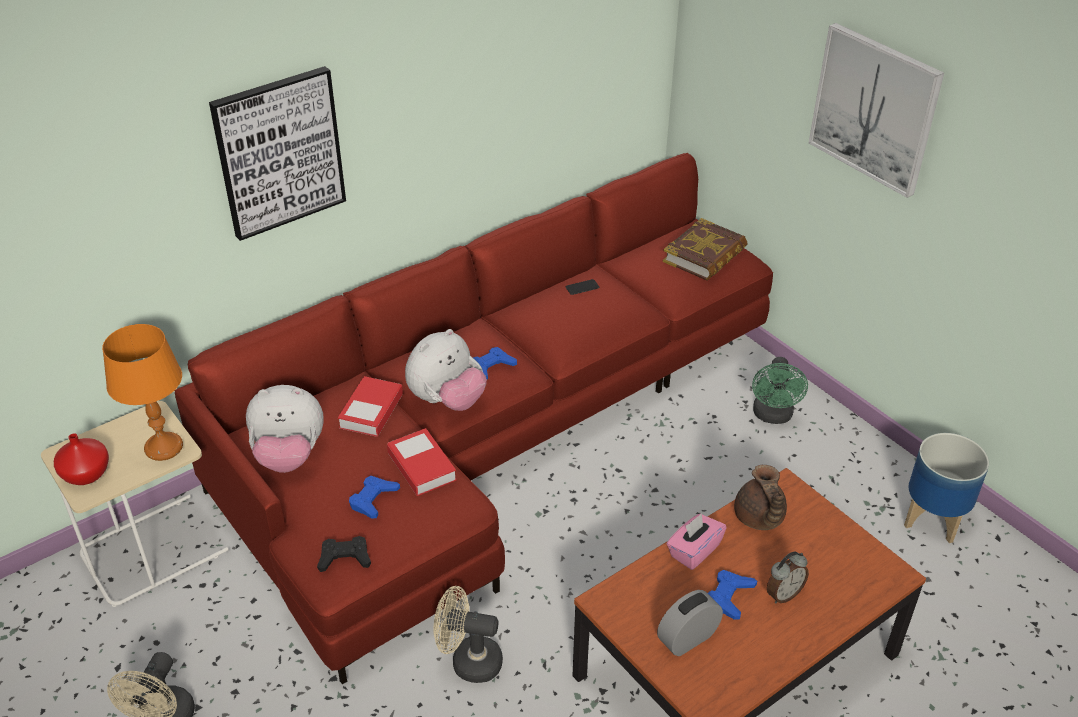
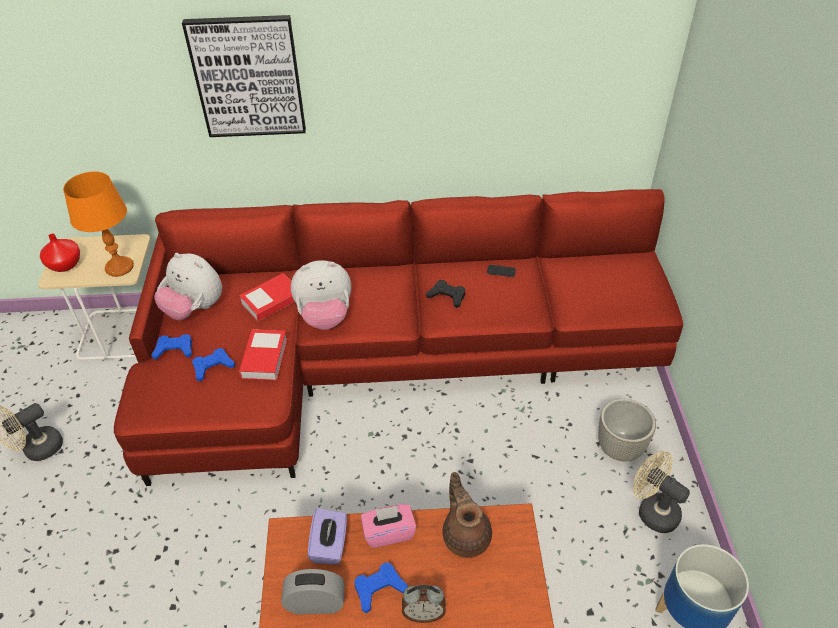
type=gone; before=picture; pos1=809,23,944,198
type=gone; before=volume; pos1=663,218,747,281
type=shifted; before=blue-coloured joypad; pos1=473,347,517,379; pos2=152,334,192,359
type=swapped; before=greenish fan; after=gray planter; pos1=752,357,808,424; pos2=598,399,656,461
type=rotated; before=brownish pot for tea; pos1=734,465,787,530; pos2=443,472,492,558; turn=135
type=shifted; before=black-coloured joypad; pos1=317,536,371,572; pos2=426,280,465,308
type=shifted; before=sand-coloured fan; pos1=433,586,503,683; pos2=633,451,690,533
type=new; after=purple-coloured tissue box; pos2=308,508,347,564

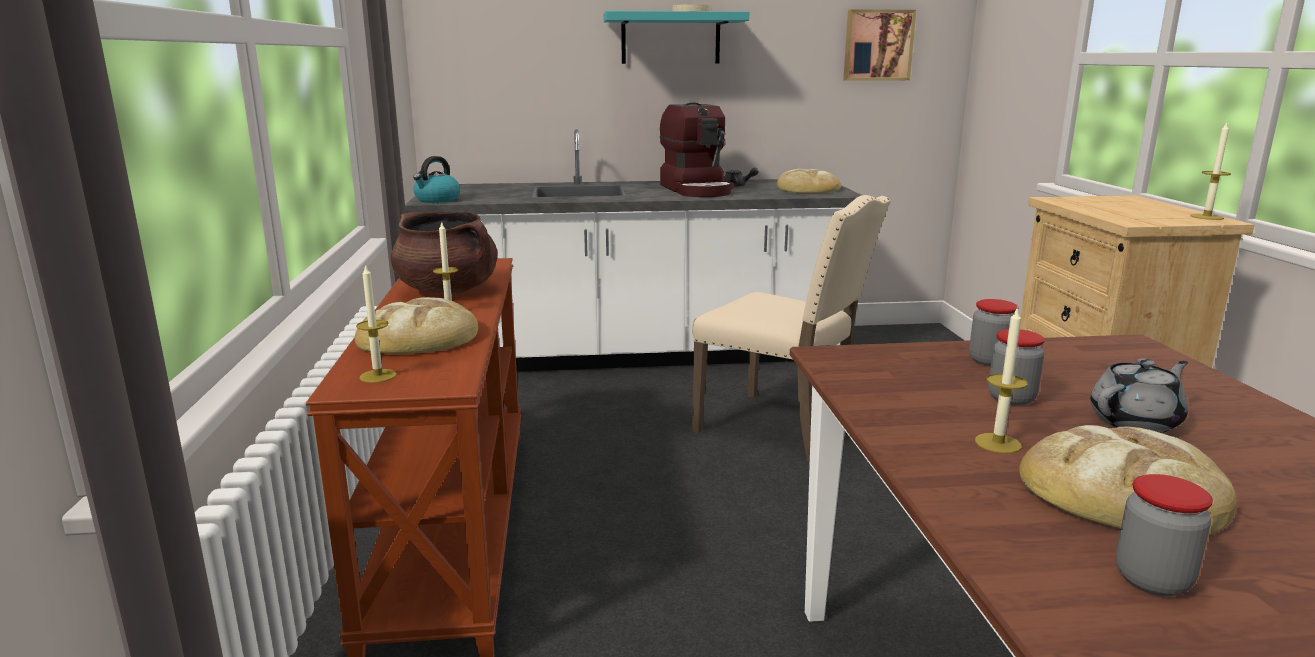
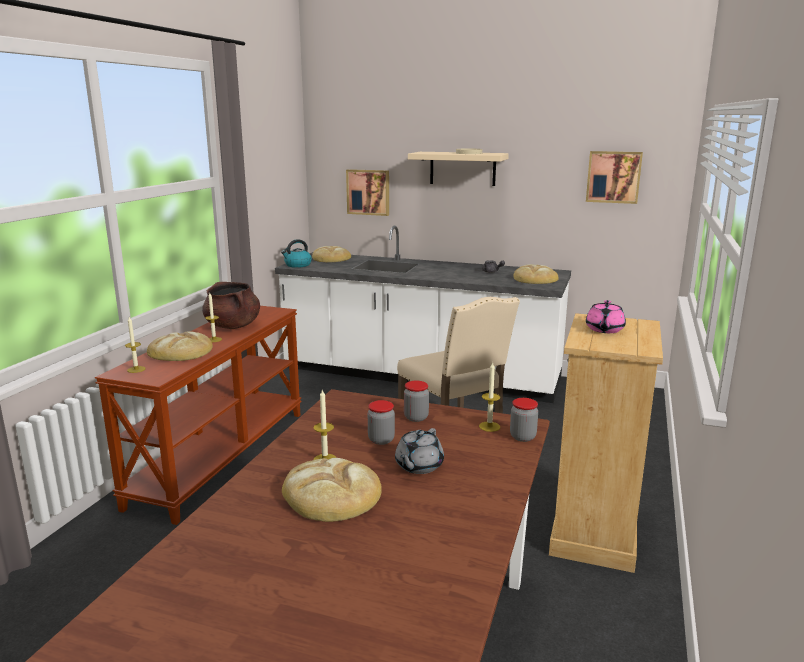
type=repainted; before=turquoise-coloured shelf; after=sand-coloured shelf; pos1=603,11,749,64; pos2=408,152,509,186
type=gone; before=coffee machine; pos1=660,103,733,197
type=shifted; before=candle; pos1=1190,123,1231,220; pos2=479,362,500,432
type=rotated; before=gray pot for tea; pos1=1090,358,1188,433; pos2=395,428,444,474; turn=120
type=shifted; before=jar; pos1=1116,474,1213,596; pos2=510,398,538,442
type=new; after=picture; pos2=346,169,389,216
type=new; after=bakery bread; pos2=312,246,351,262
type=new; after=pink-coloured pot for tea; pos2=586,300,626,333

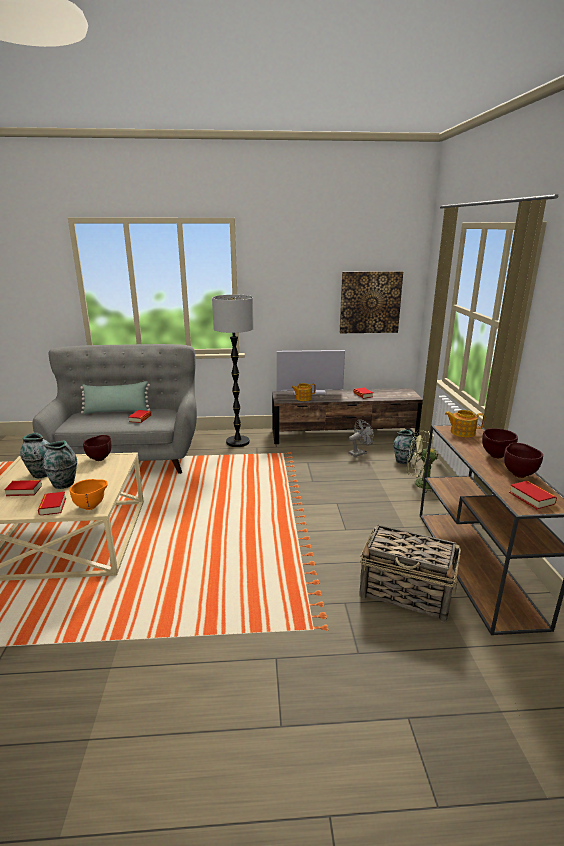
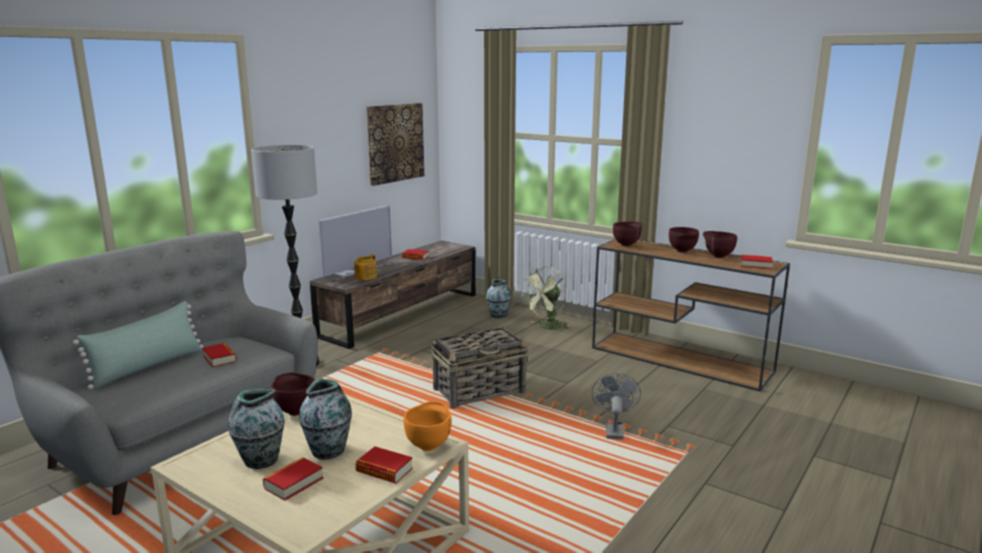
type=swapped; before=pot for tea; after=brownish bowl; pos1=445,410,485,437; pos2=613,221,642,247
type=shifted; before=gray fan; pos1=349,420,374,457; pos2=592,373,641,440
type=shifted; before=household basket; pos1=359,525,461,622; pos2=431,327,528,409

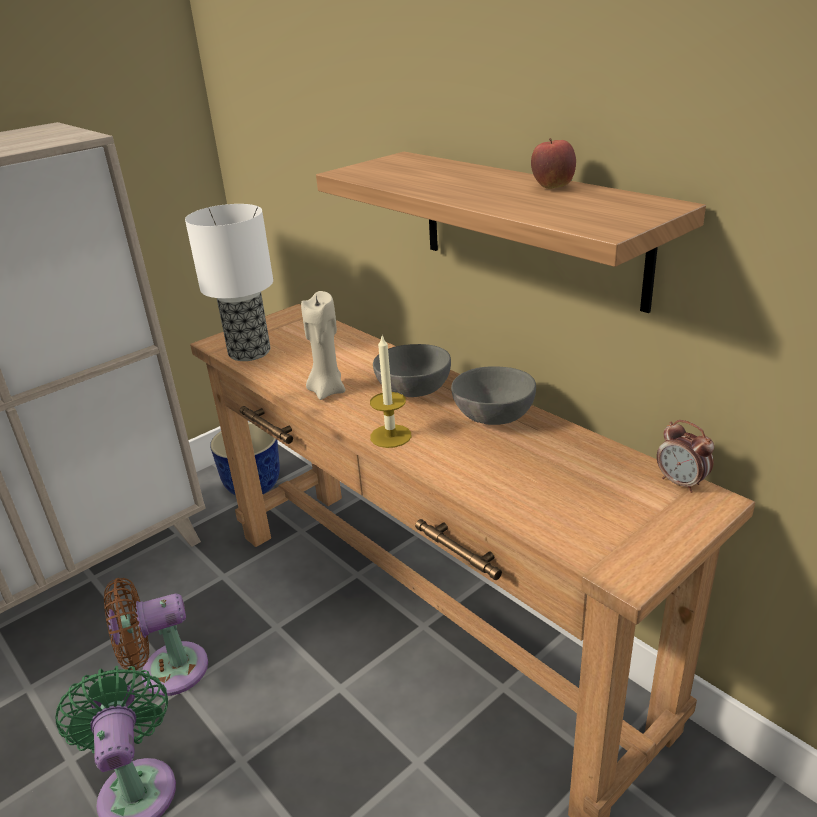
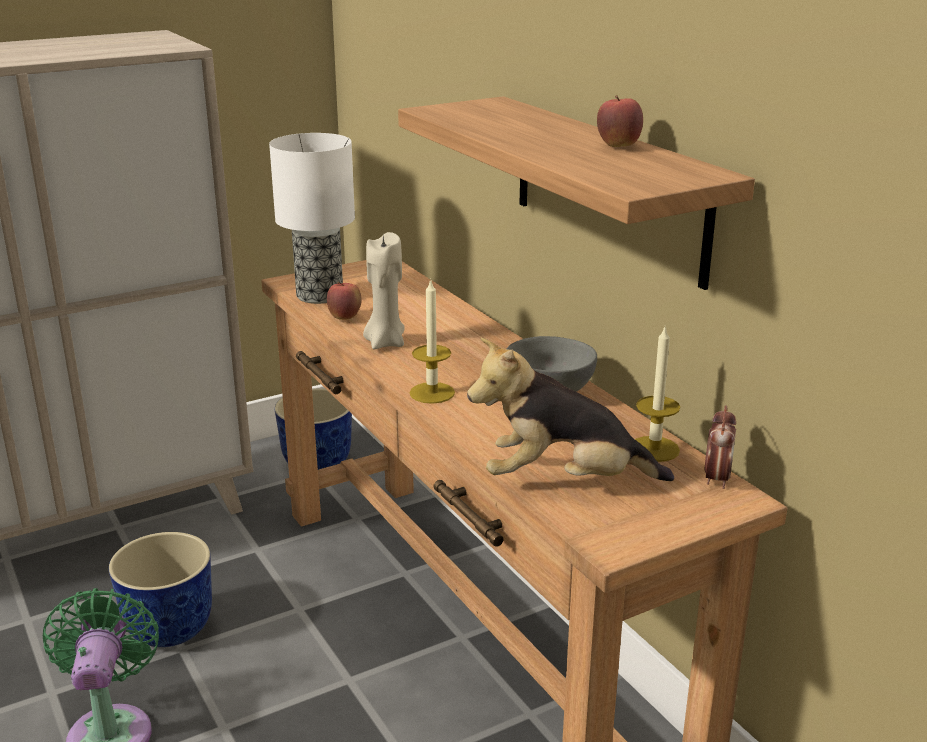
type=gone; before=gray bowl; pos1=373,344,451,397
type=rotated; before=alarm clock; pos1=657,420,714,493; pos2=704,405,736,489; turn=-135
type=swapped; before=brownish fan; after=planter; pos1=104,578,208,696; pos2=109,532,212,647
type=new; after=apple; pos2=327,281,362,320
type=new; after=candle; pos2=635,327,680,462
type=new; after=cuddly toy; pos2=467,338,674,481

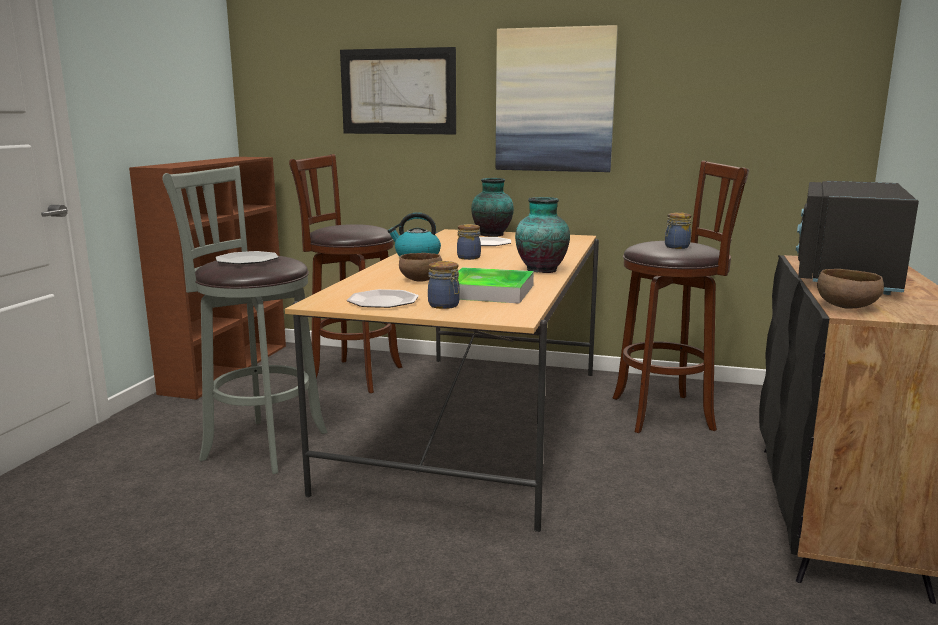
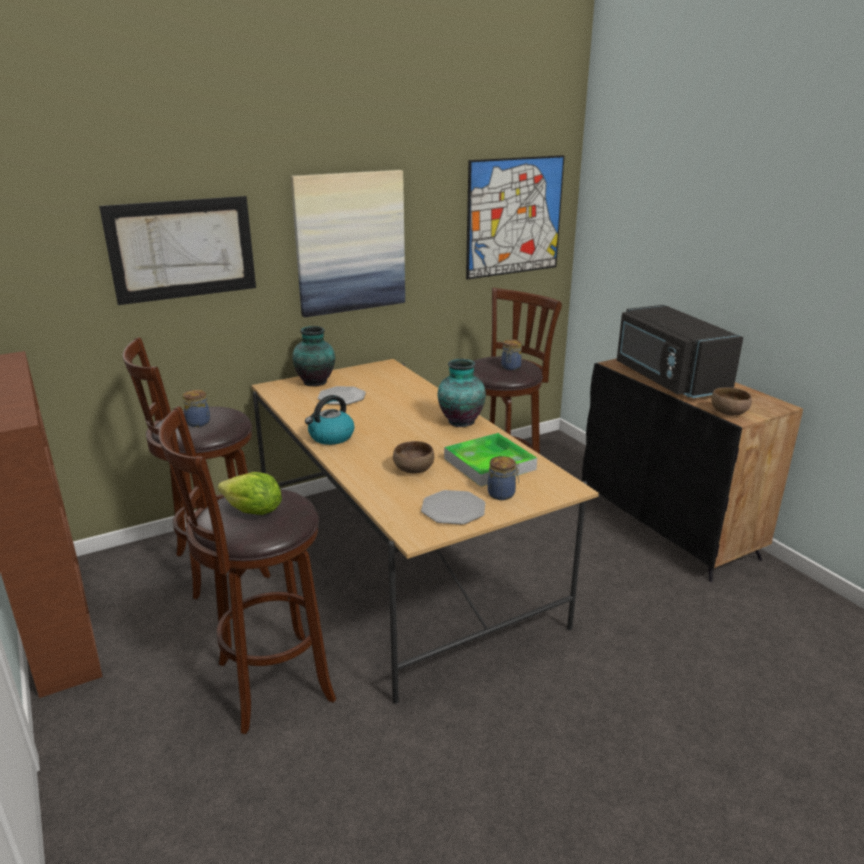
type=repainted; before=gray stool seat; after=brownish stool seat; pos1=162,166,328,474; pos2=158,406,336,734
type=shifted; before=jar; pos1=457,224,481,260; pos2=182,390,210,427
type=swapped; before=dinner plate; after=lettuce; pos1=216,251,278,264; pos2=218,472,282,515
type=new; after=picture; pos2=466,155,565,279

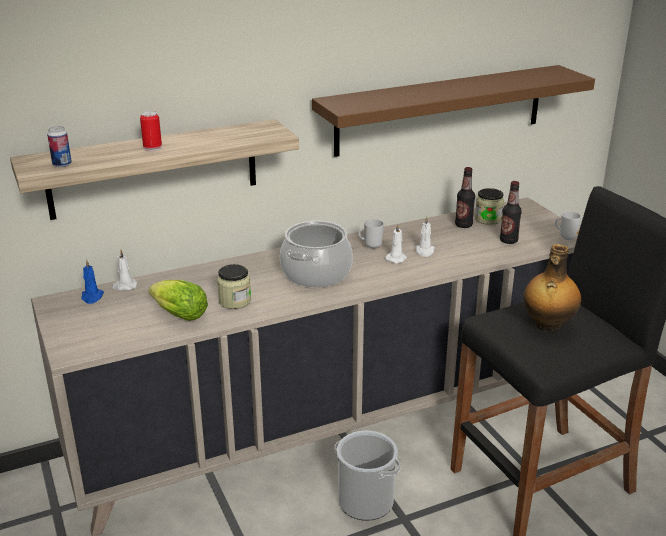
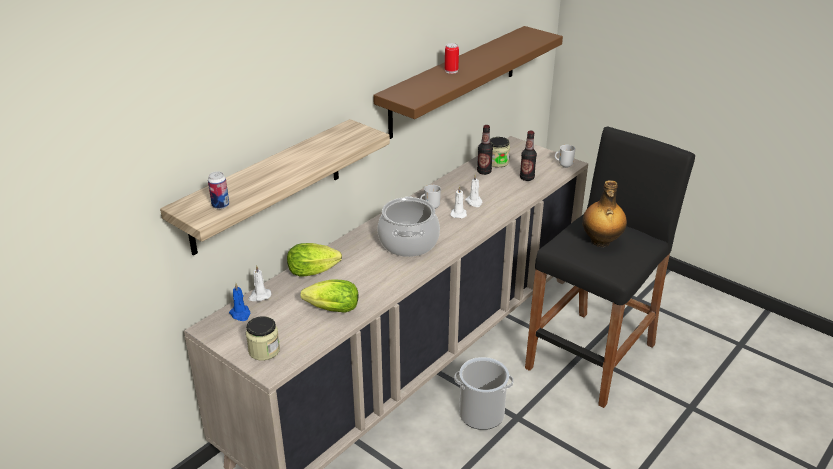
type=shifted; before=can; pos1=140,111,162,151; pos2=445,43,459,74
type=shifted; before=jar; pos1=217,264,251,309; pos2=246,316,280,361
type=new; after=lettuce; pos2=287,243,342,277

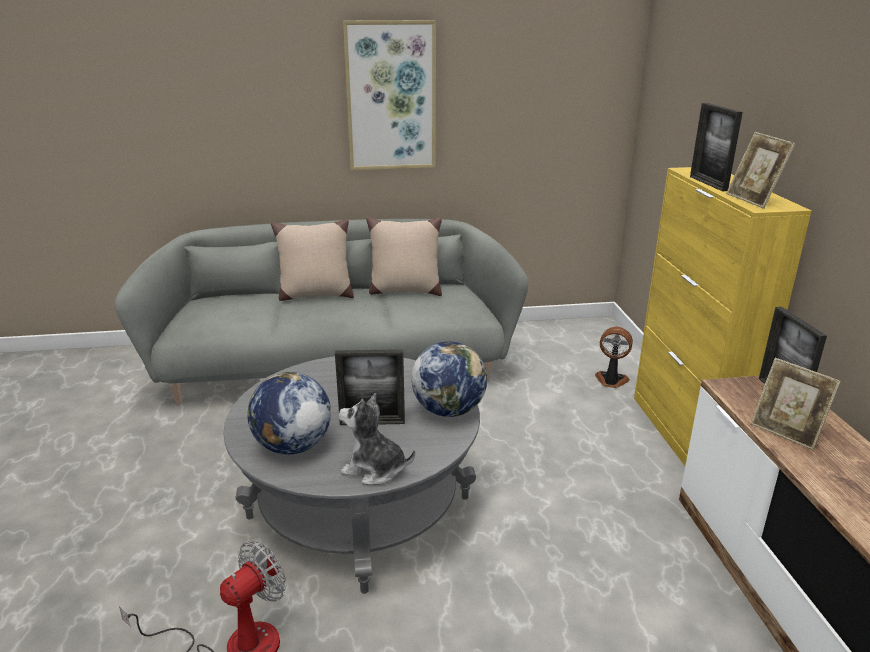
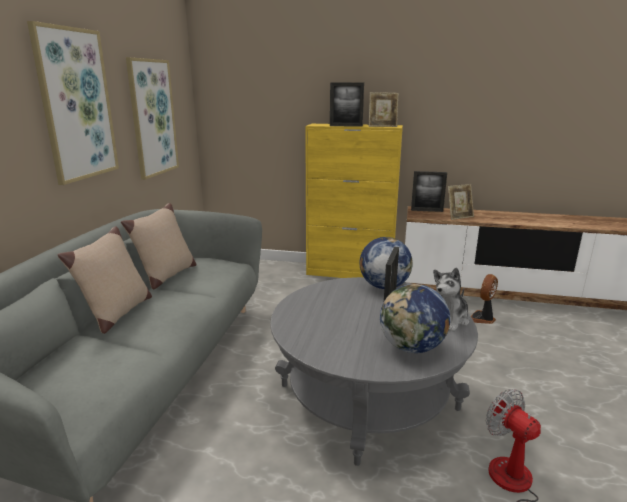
type=shifted; before=fan; pos1=595,327,633,388; pos2=471,274,498,324
type=new; after=picture; pos2=126,57,179,180

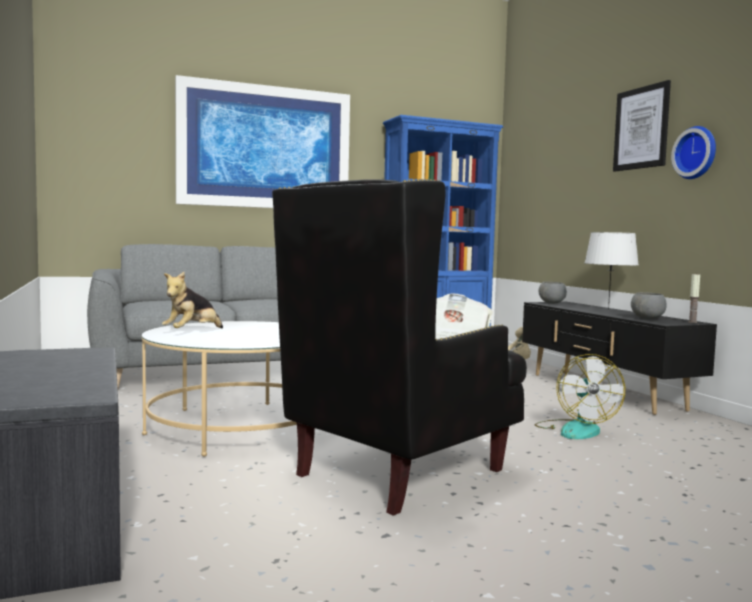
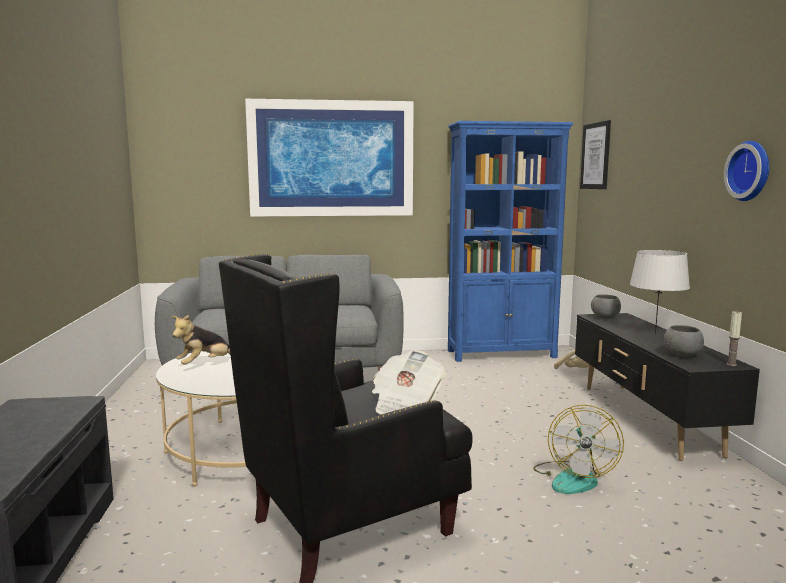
type=shifted; before=picture; pos1=613,80,671,171; pos2=580,120,611,189

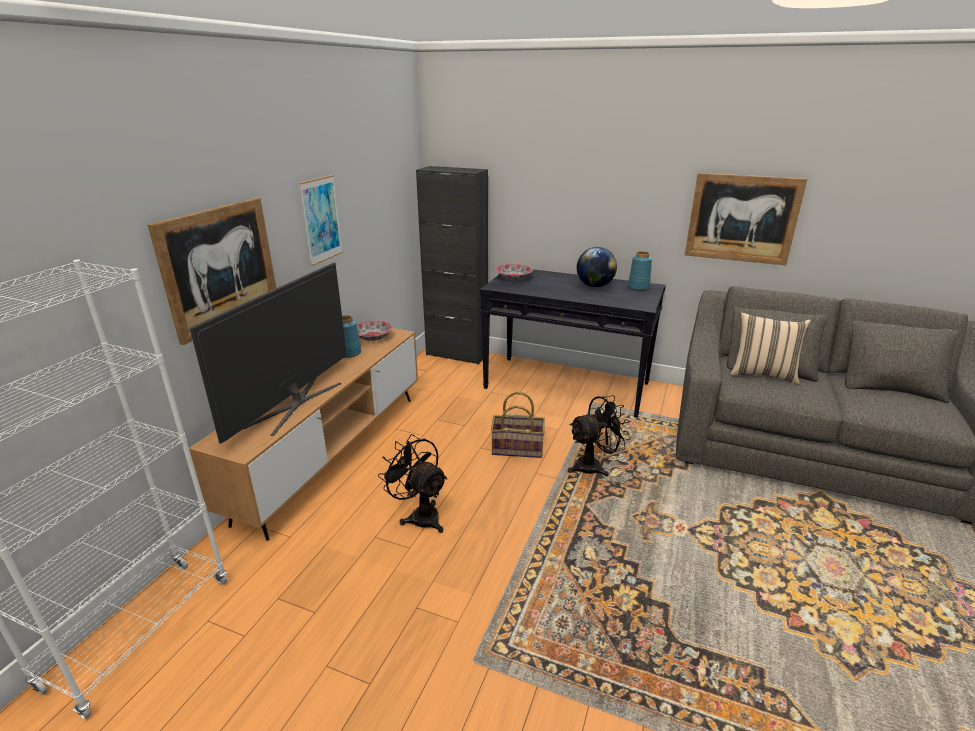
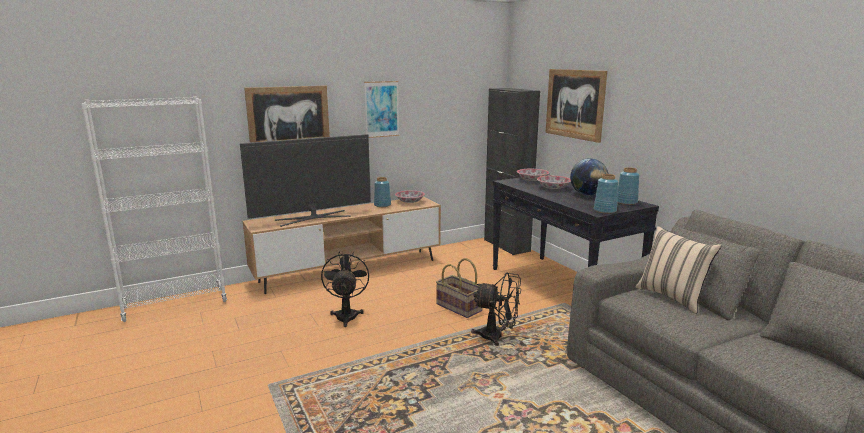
type=shifted; before=picture; pos1=685,173,807,265; pos2=546,69,607,143
type=new; after=blue-coloured flower vase; pos2=594,174,618,214
type=new; after=bowl; pos2=537,176,571,189

